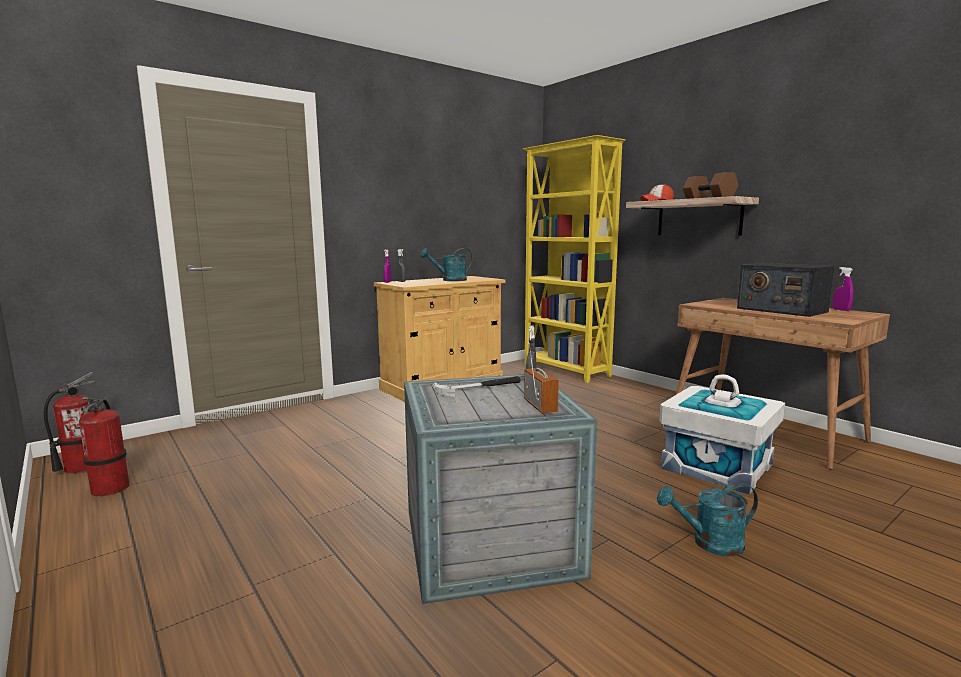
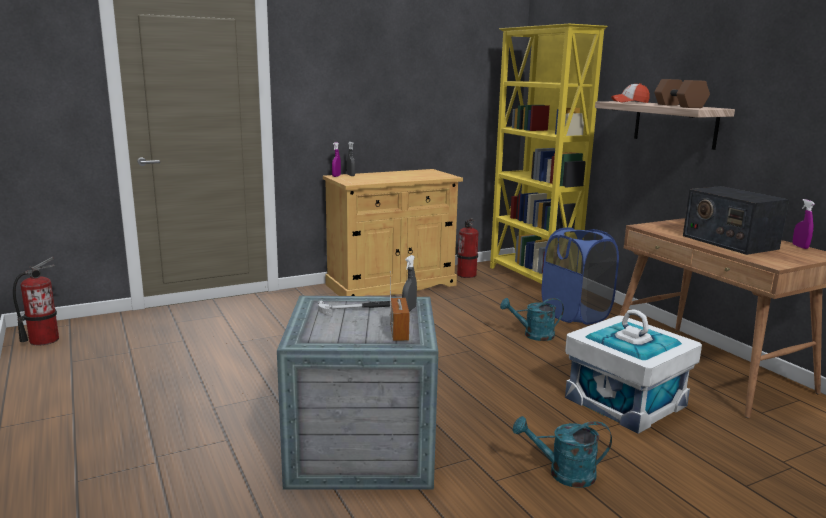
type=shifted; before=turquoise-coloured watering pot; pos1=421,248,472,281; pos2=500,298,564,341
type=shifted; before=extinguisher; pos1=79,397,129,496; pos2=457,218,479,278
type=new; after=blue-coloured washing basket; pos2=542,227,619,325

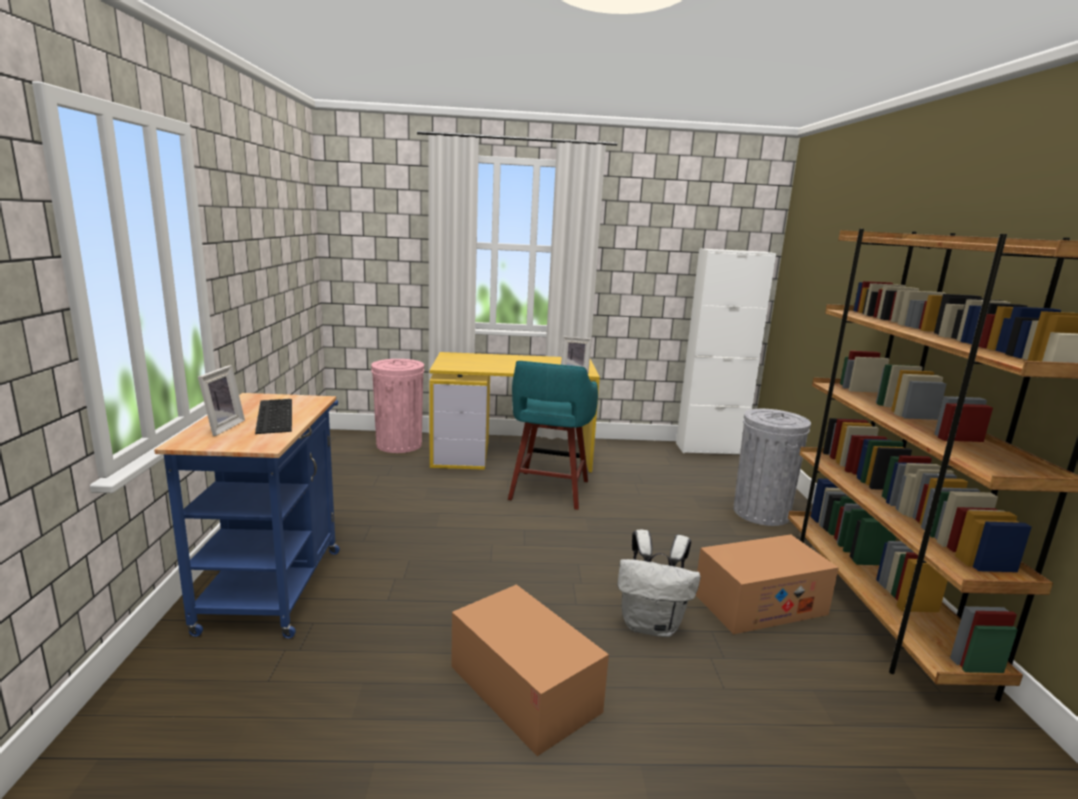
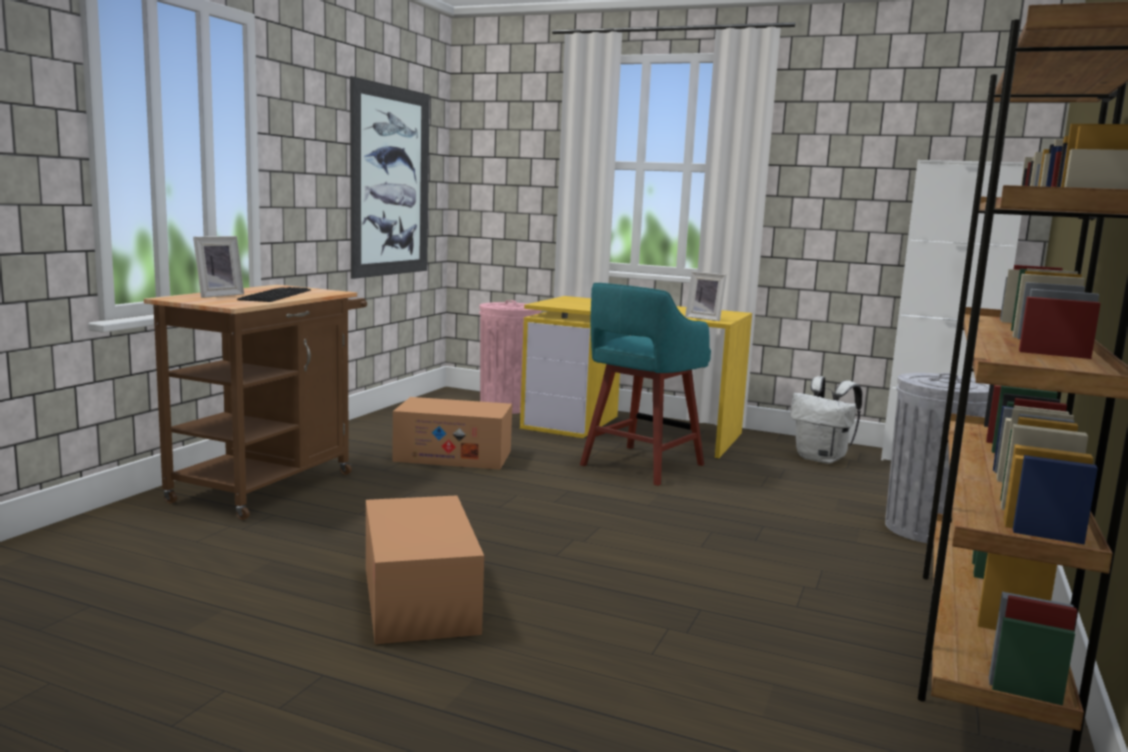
type=repainted; before=blue-coloured trolley; after=brownish trolley; pos1=154,393,340,639; pos2=144,285,367,520
type=shifted; before=whitish knapsack; pos1=618,530,701,637; pos2=790,376,862,464
type=shifted; before=carton; pos1=696,534,839,634; pos2=392,397,512,470
type=new; after=picture; pos2=350,76,430,279

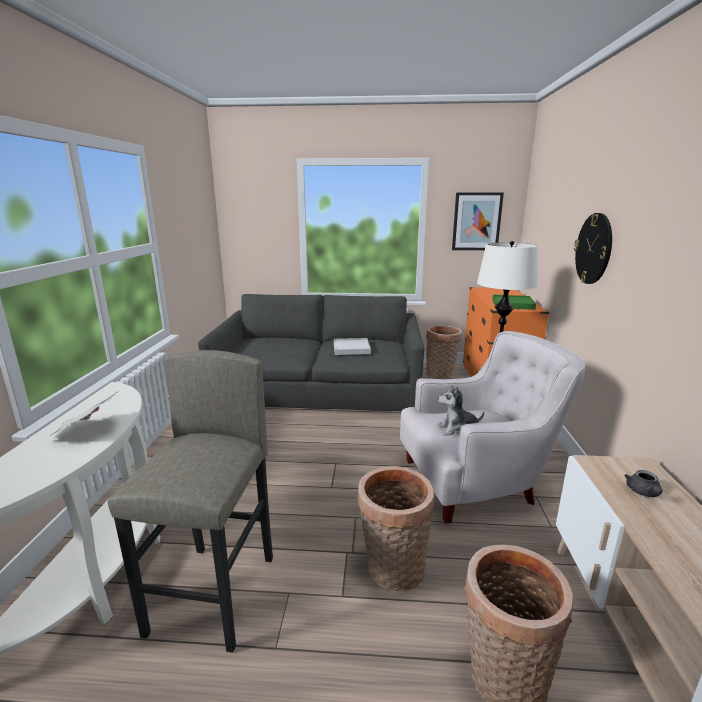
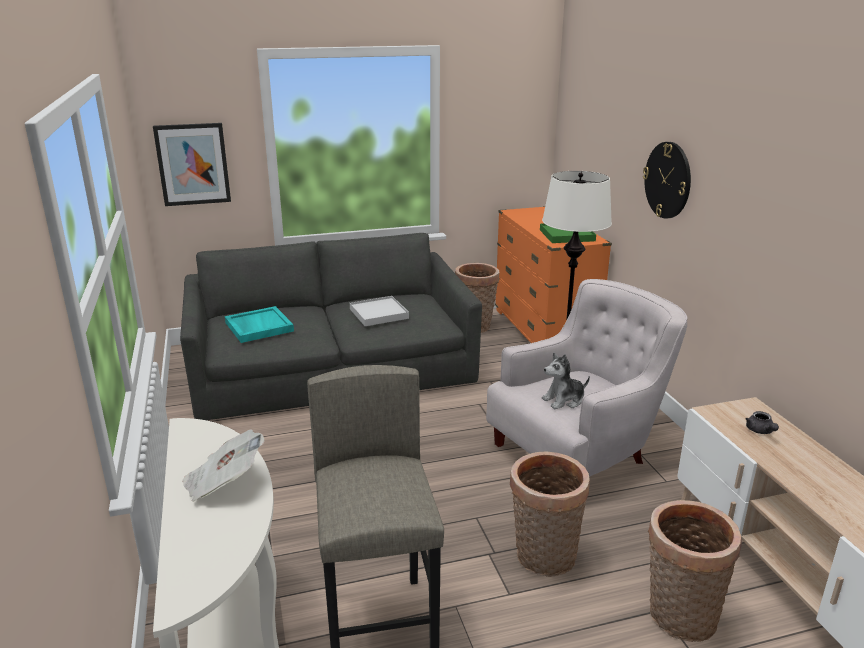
type=shifted; before=picture; pos1=452,192,504,250; pos2=153,123,231,206
type=new; after=turquoise-coloured tray; pos2=225,306,294,343

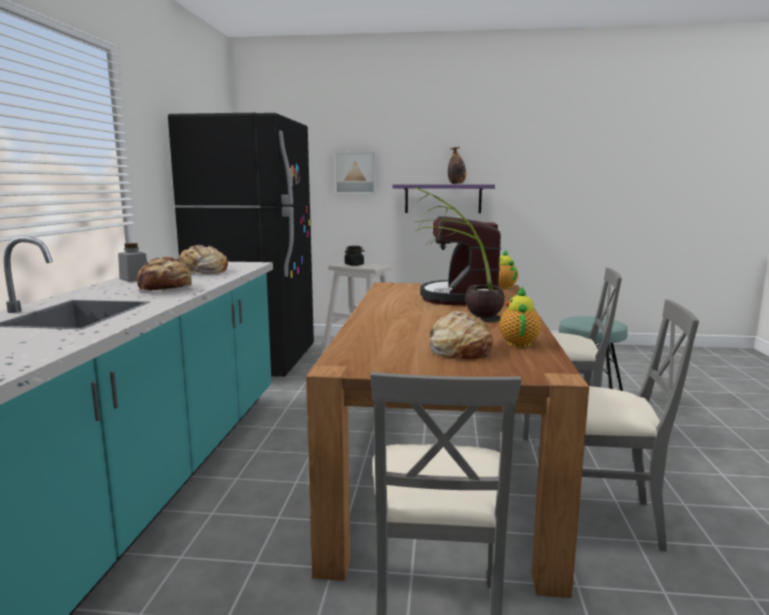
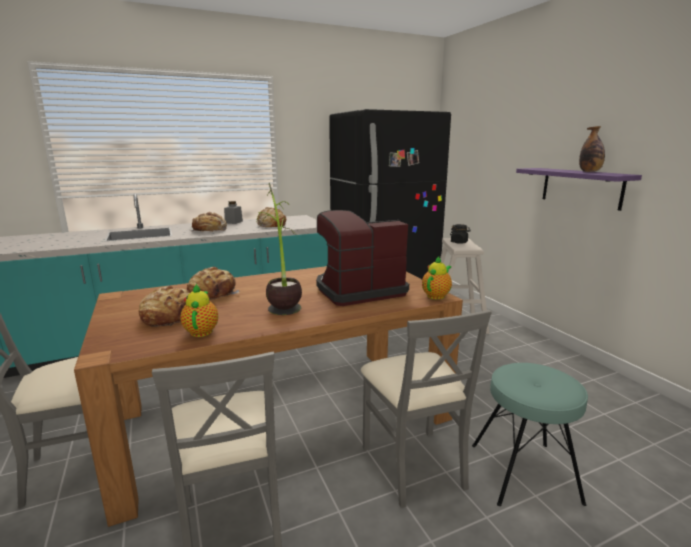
type=gone; before=picture; pos1=334,152,376,194
type=rotated; before=pot for tea; pos1=499,287,541,347; pos2=180,283,218,337; turn=-75
type=new; after=bakery bread; pos2=187,267,240,300

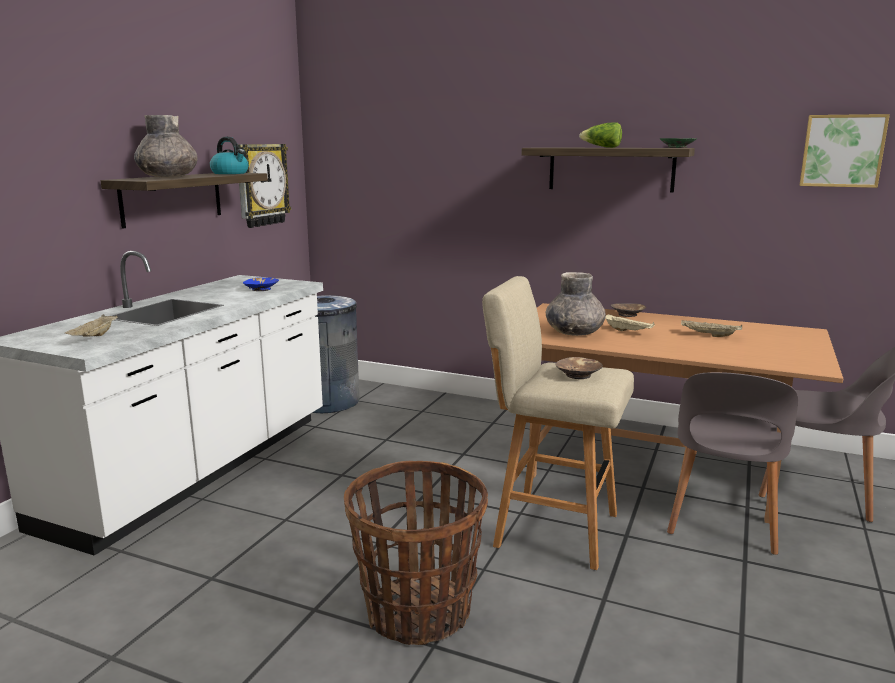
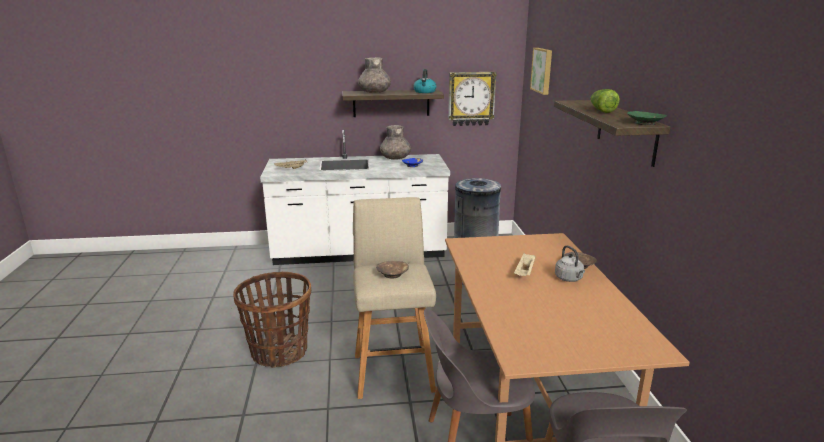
type=shifted; before=picture; pos1=800,114,890,188; pos2=530,48,552,95
type=shifted; before=gray flower vase; pos1=546,272,606,336; pos2=380,125,411,160
type=gone; before=sand-coloured tray; pos1=681,320,742,337
type=new; after=gray water kettle; pos2=555,245,585,282

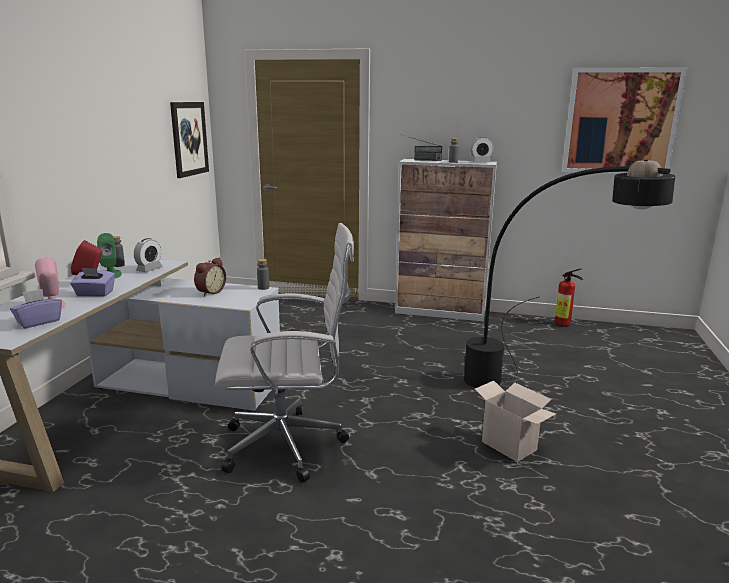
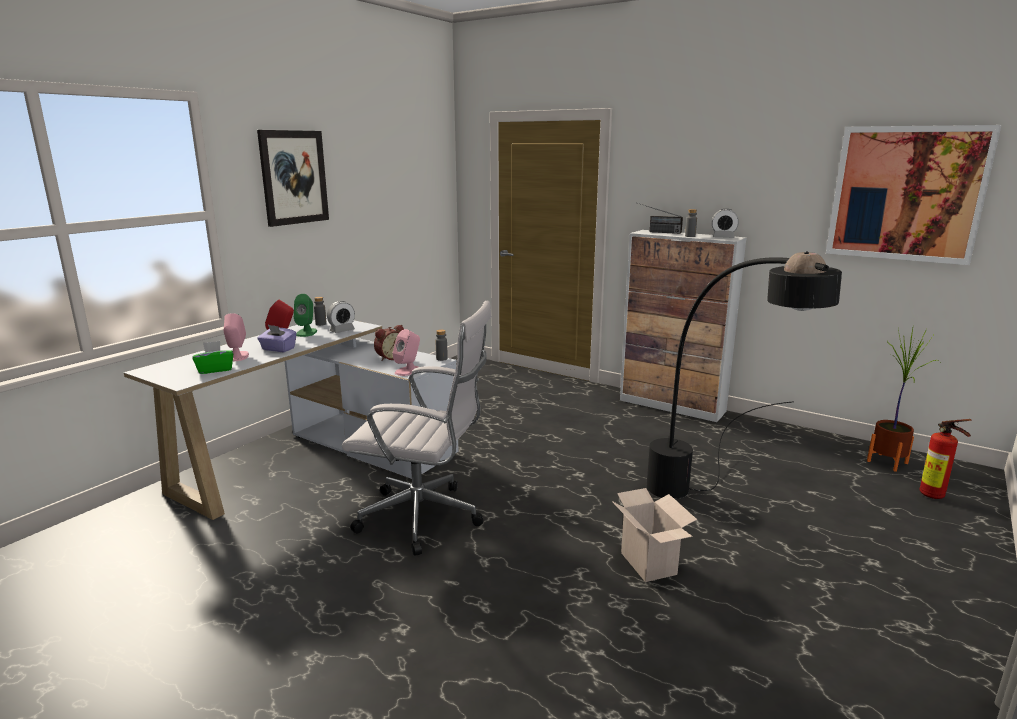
type=shifted; before=picture; pos1=170,102,209,178; pos2=257,130,329,227
type=shifted; before=extinguisher; pos1=555,268,583,327; pos2=919,419,972,499
type=repainted; before=purple-coloured tissue box; after=greenish tissue box; pos1=10,289,62,328; pos2=193,341,233,374
type=new; after=houseplant; pos2=867,328,940,472
type=new; after=pink-coloured speaker; pos2=393,329,420,376

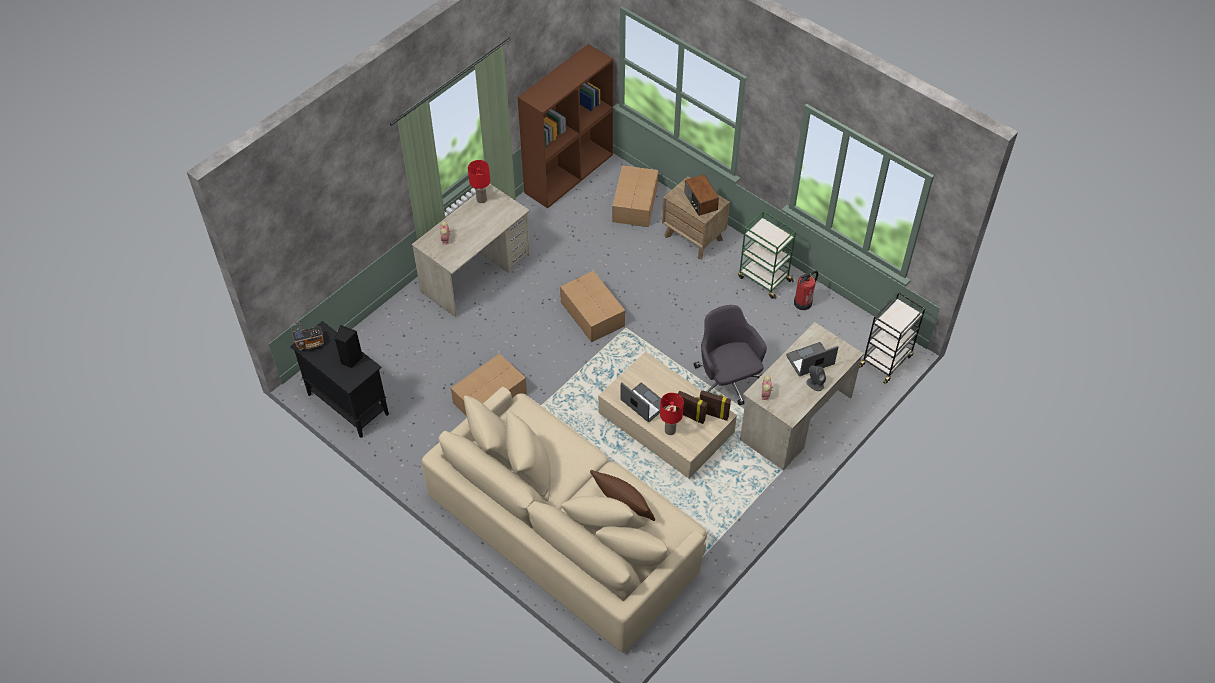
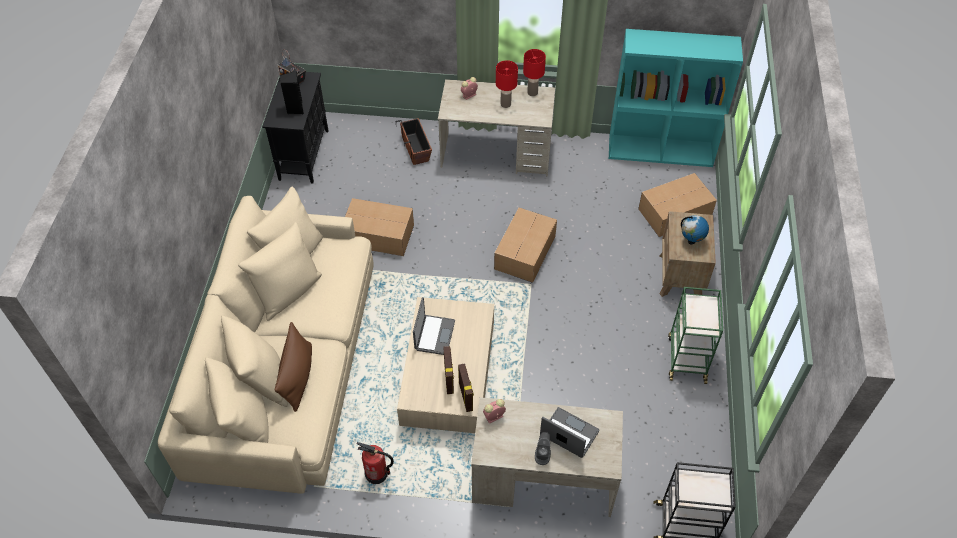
type=repainted; before=brownish shelving unit; after=turquoise-coloured shelving unit; pos1=518,44,613,208; pos2=609,29,743,167
type=swapped; before=radio receiver; after=globe; pos1=684,174,719,216; pos2=681,215,709,244
type=shifted; before=extinguisher; pos1=794,271,818,310; pos2=357,442,394,484
type=gone; before=gray desk chair; pos1=694,305,767,406
type=shifted; before=red table lamp; pos1=660,393,684,435; pos2=496,60,518,108
type=new; after=planter; pos2=396,118,432,165

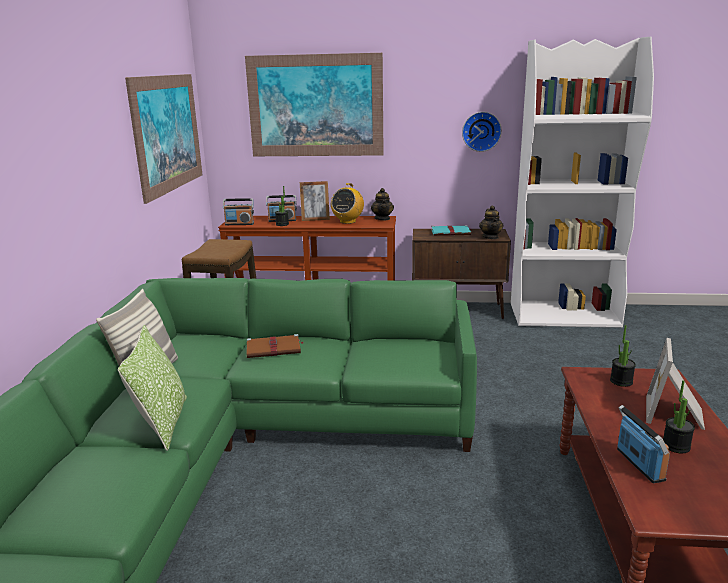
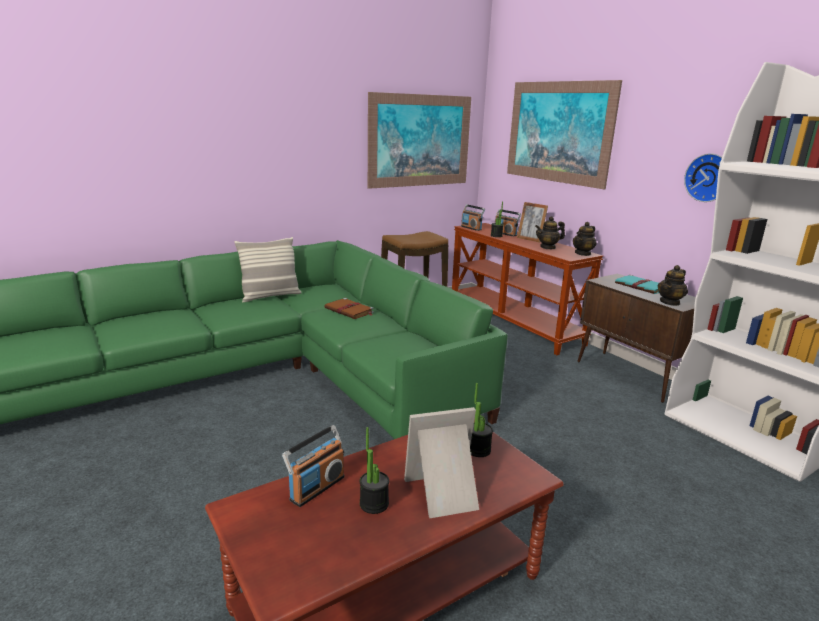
type=swapped; before=radio receiver; after=pot for tea; pos1=331,183,364,224; pos2=535,216,565,249
type=gone; before=cushion; pos1=118,325,187,451

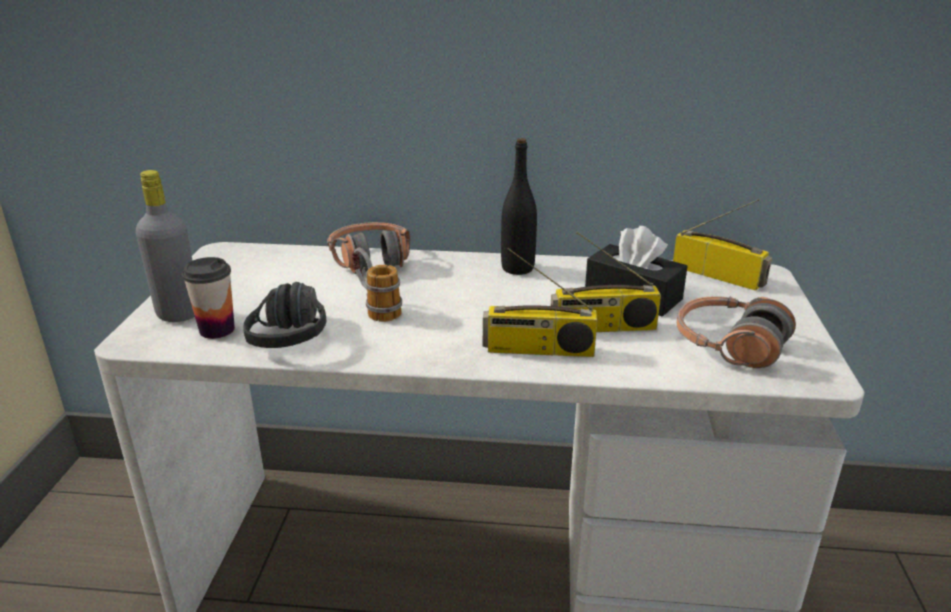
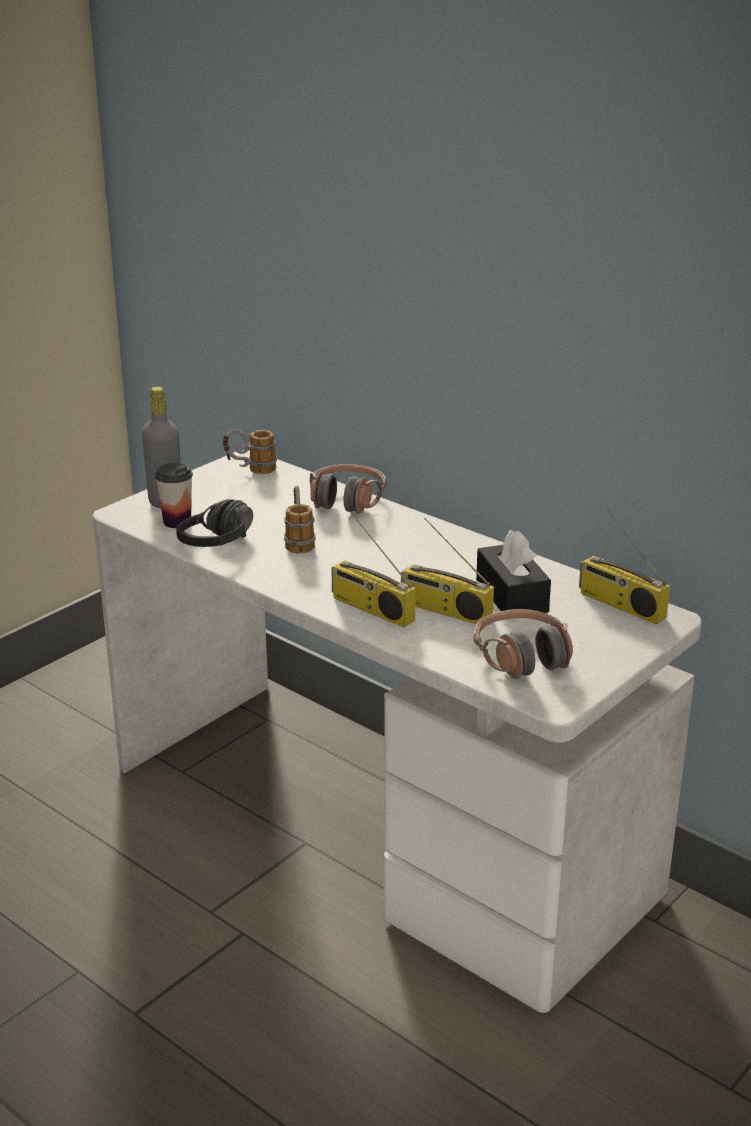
type=gone; before=black-coloured drink bottle; pos1=501,138,537,275
type=rotated; before=radio receiver; pos1=673,199,772,291; pos2=579,511,670,624; turn=150
type=new; after=coffee mug; pos2=223,429,277,474

